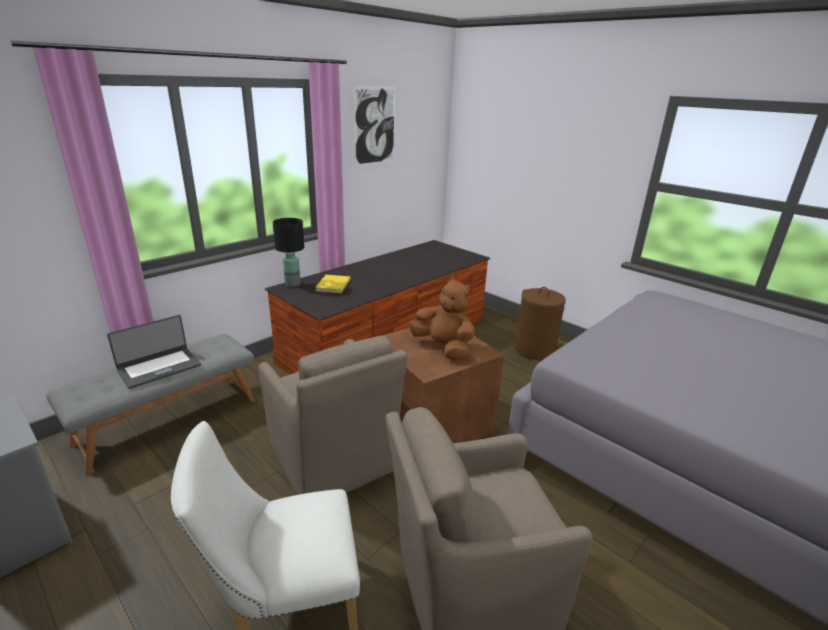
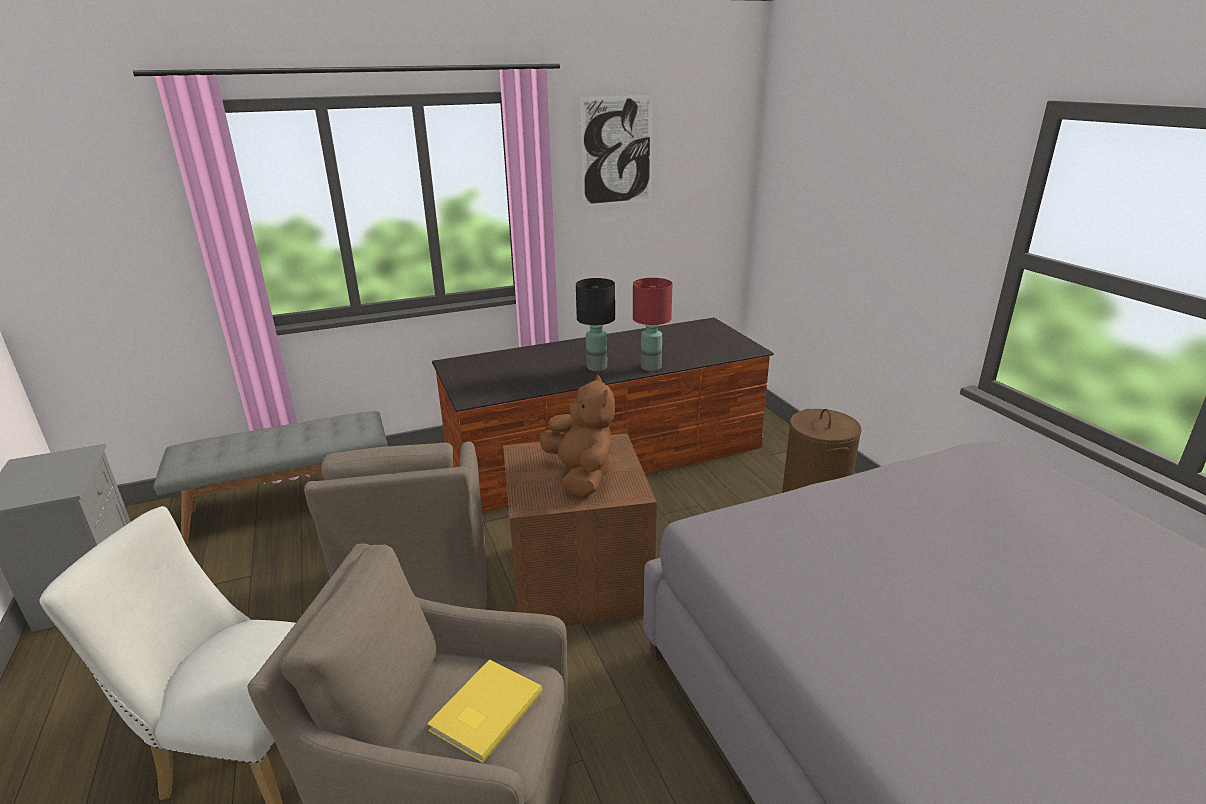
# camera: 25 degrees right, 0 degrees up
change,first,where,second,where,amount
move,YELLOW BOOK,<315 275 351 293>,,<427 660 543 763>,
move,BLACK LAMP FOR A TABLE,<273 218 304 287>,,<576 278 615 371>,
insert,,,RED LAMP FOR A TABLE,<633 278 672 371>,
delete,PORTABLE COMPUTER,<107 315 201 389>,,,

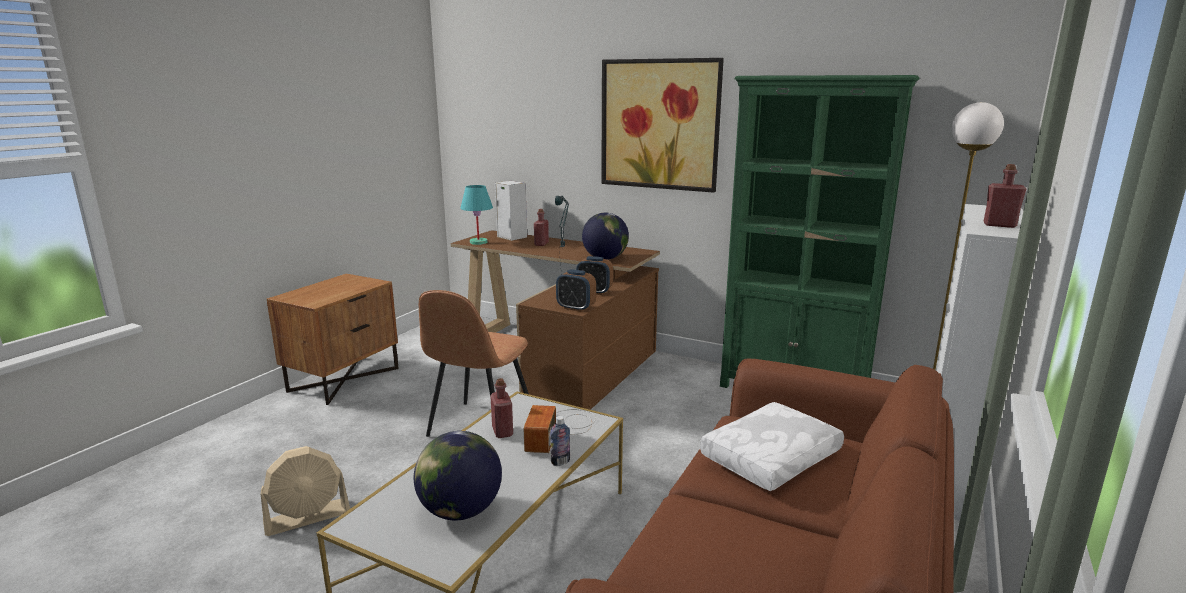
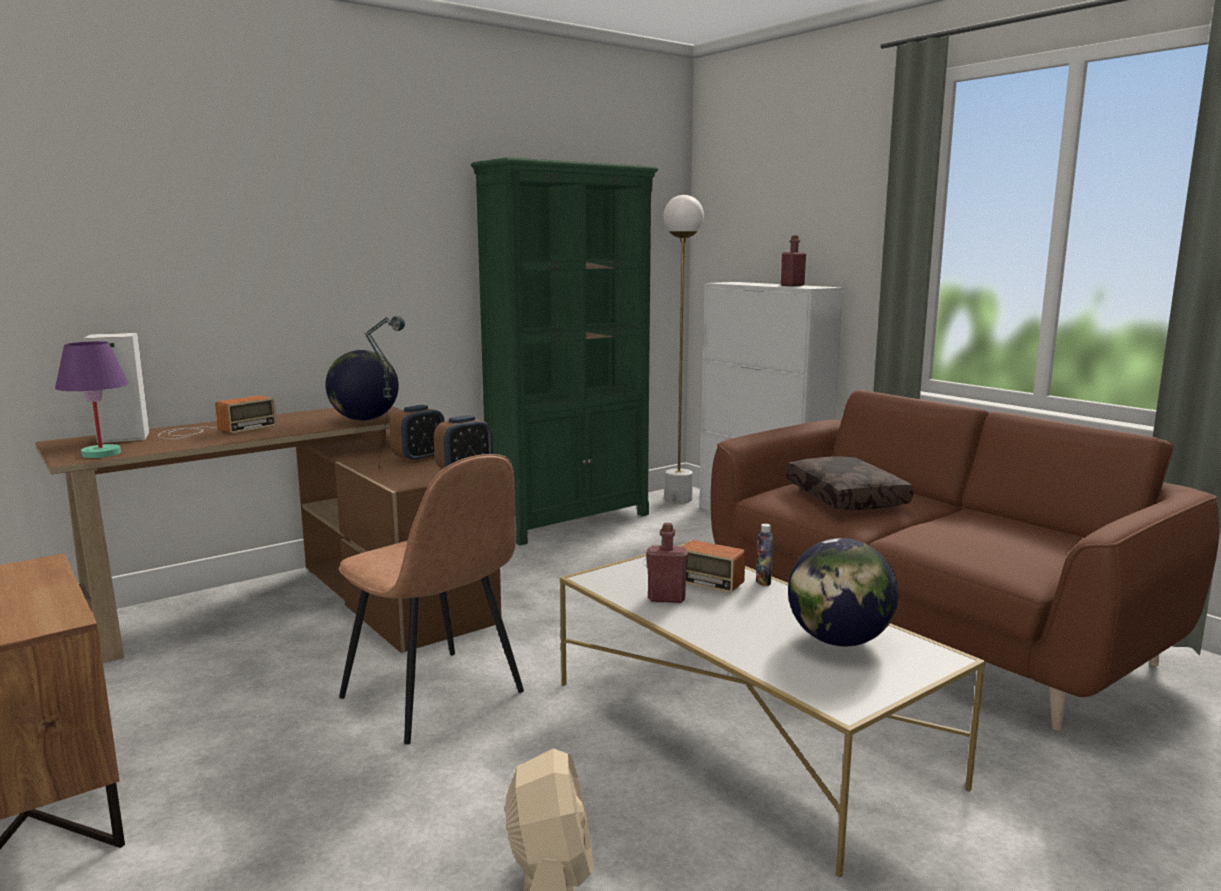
# camera: 65 degrees left, 5 degrees down
change,first,where,second,where,amount
recolor,TURQUOISE-COLOURED LAMP FOR A TABLE,<460 185 493 245>,PURPLE-COLOURED LAMP FOR A TABLE,<55 341 128 458>,
replace,RED BOTTLE,<534 209 549 246>,RADIO SET,<158 395 277 439>,
recolor,WHITE THROW PILLOW,<700 402 844 491>,BROWNISH THROW PILLOW,<786 456 913 510>,
delete,WALL PICTURE,<601 58 724 193>,,,

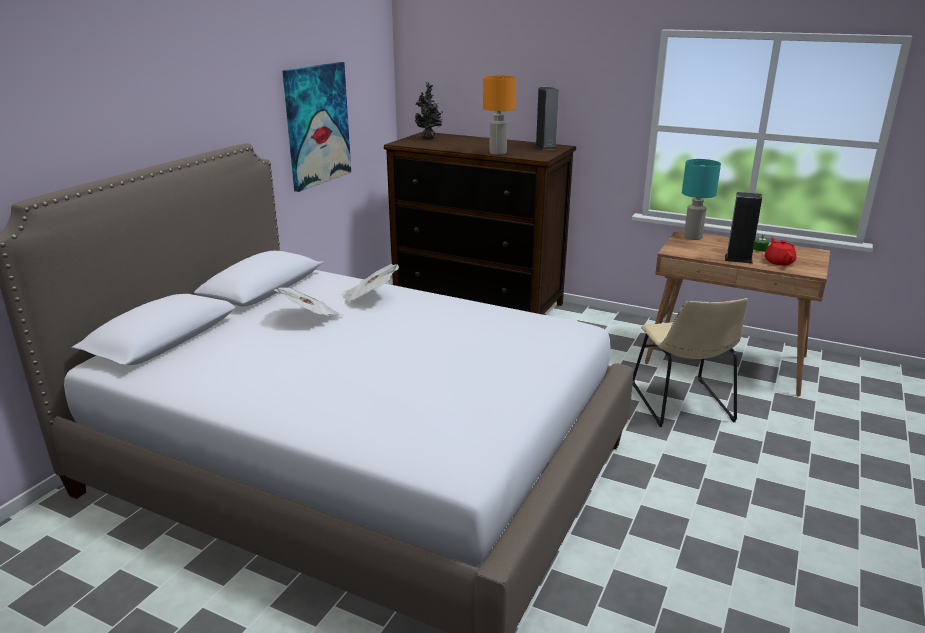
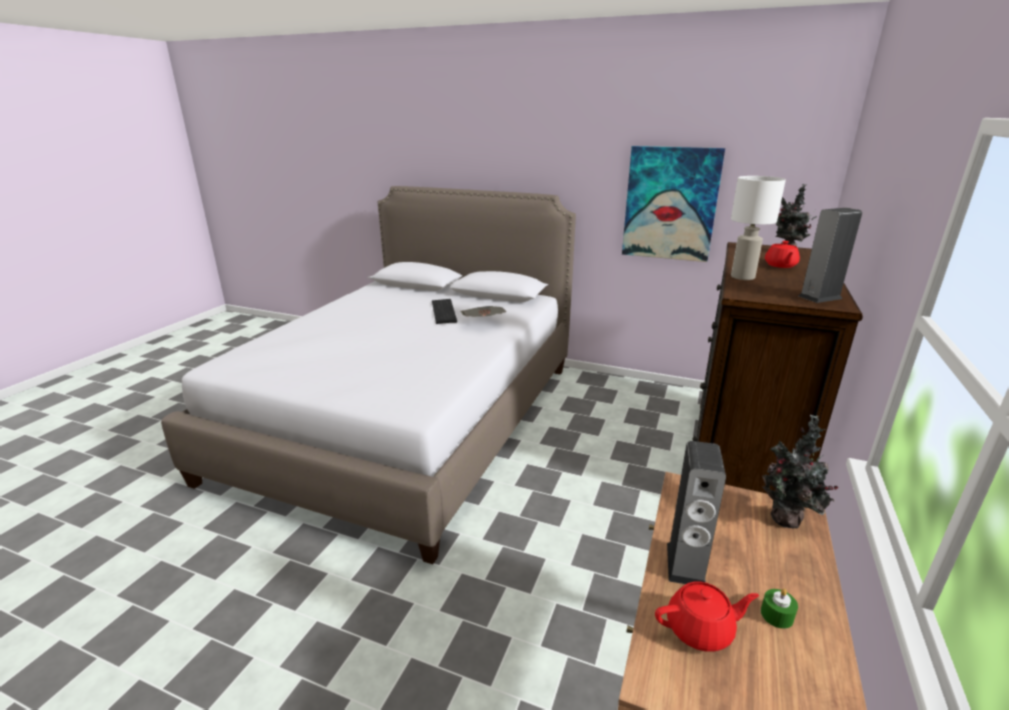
# camera: 85 degrees right, 0 degrees up
change,first,where,second,where,amount
replace,PRINTED PAPER,<274 288 343 316>,PC KEYBOARD,<432 299 457 324>,
recolor,ORANGE LAMP FOR A TABLE,<483 75 516 155>,WHITE LAMP FOR A TABLE,<731 176 786 280>,
replace,TURQUOISE-COLOURED LAMP FOR A TABLE,<682 159 721 240>,HOUSEPLANT,<762 415 838 528>,
insert,,,RED POT FOR TEA,<765 241 800 268>,
delete,BEIGE-COLOURED CHAIR,<633 298 748 427>,,,

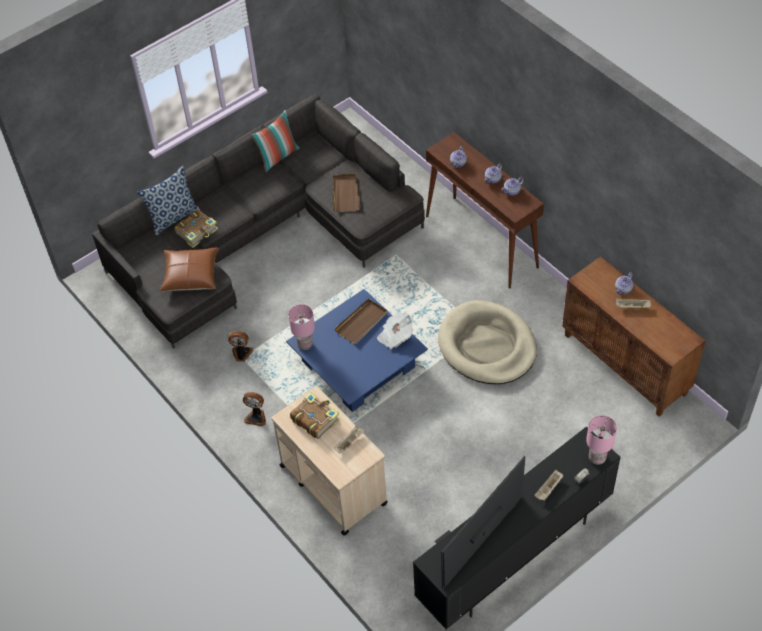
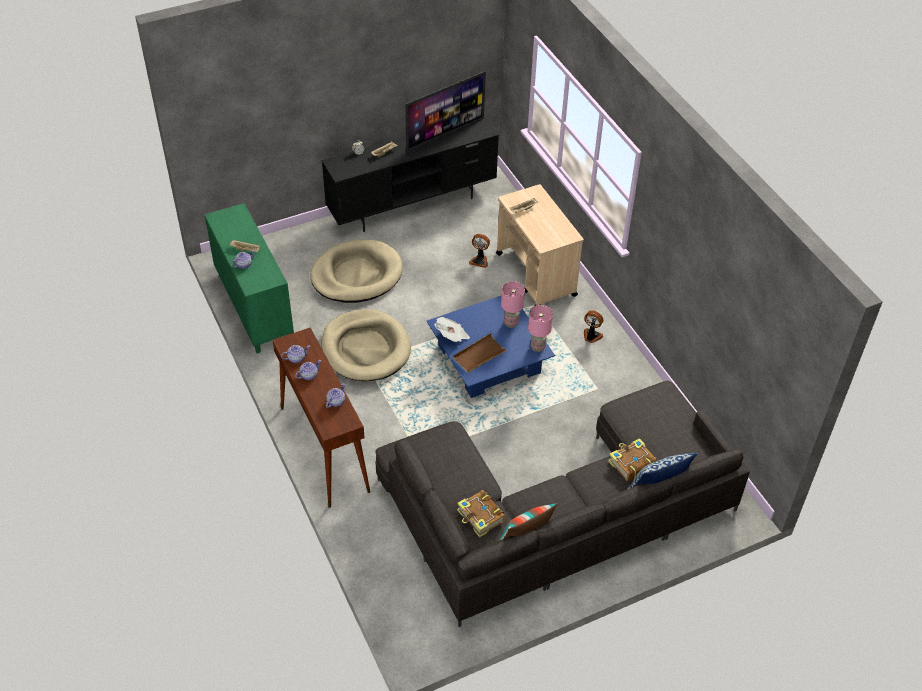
# camera: 170 degrees left, 5 degrees down
change,first,where,second,where,amount
recolor,BROWNISH STORAGE CABINET,<562 256 705 417>,GREENISH STORAGE CABINET,<204 203 294 353>,
insert,,,BEIGE-COLOURED DOG CUSHION,<310 239 403 303>,
move,BOOK,<290 392 340 439>,,<457 490 505 538>,
move,COOLING FAN,<228 331 254 362>,,<469 234 490 268>,
move,PINK LAMP FOR A TABLE,<586 415 617 465>,,<501 281 525 328>,
delete,BROWNISH THROW PILLOW,<160 248 218 291>,,,
delete,BROWNISH CARRYING TRAY,<333 173 361 212>,,,

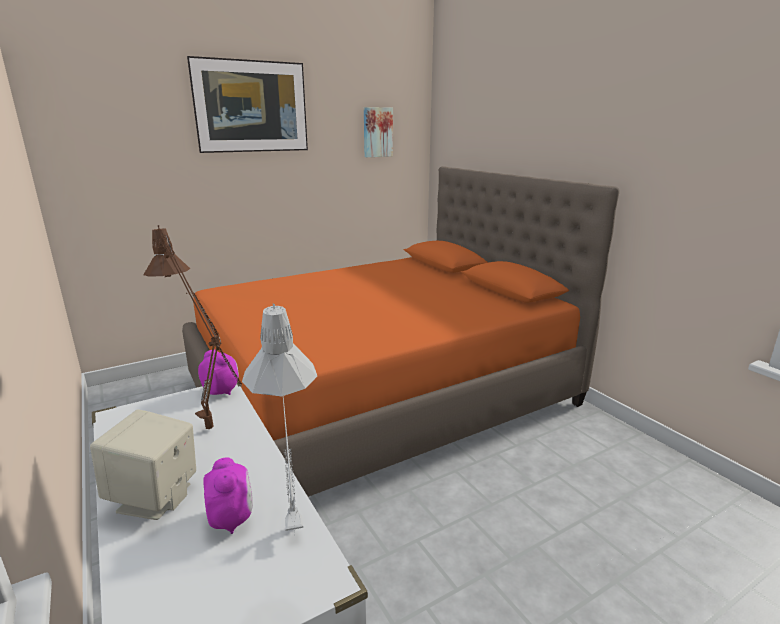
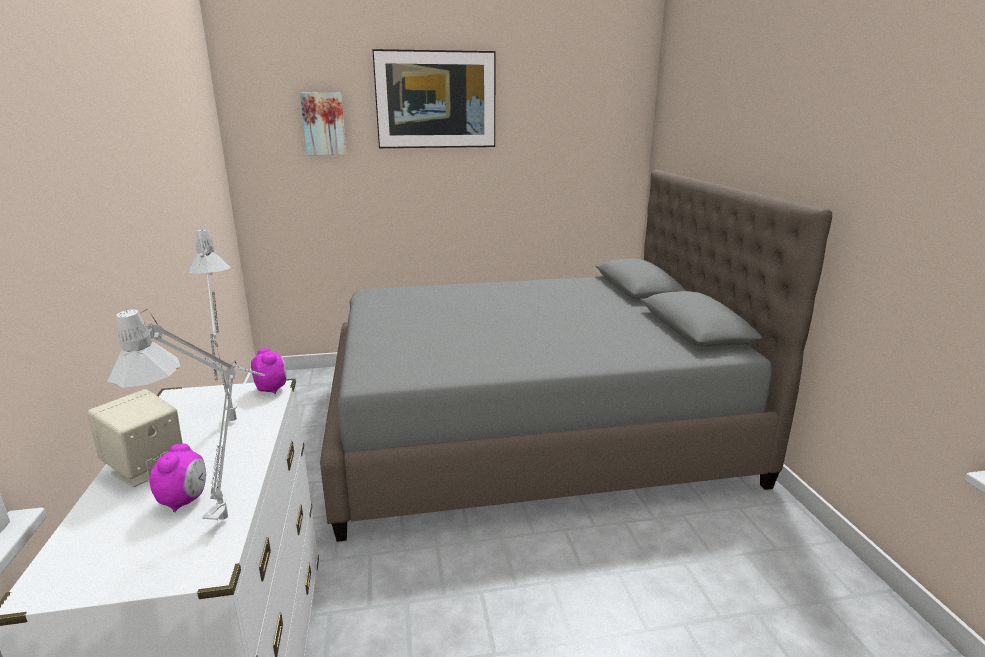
# camera: 20 degrees right, 0 degrees up
change,first,where,second,where,amount
recolor,BROWNISH LAMP FOR A TABLE,<143 225 242 429>,GREYISH LAMP FOR A TABLE,<188 227 237 421>,
move,WALL PICTURE,<364 107 393 157>,,<300 93 346 155>,
recolor,ORANGE BEDROOM BED,<182 166 620 497>,GREYISH BEDROOM BED,<320 170 832 542>,

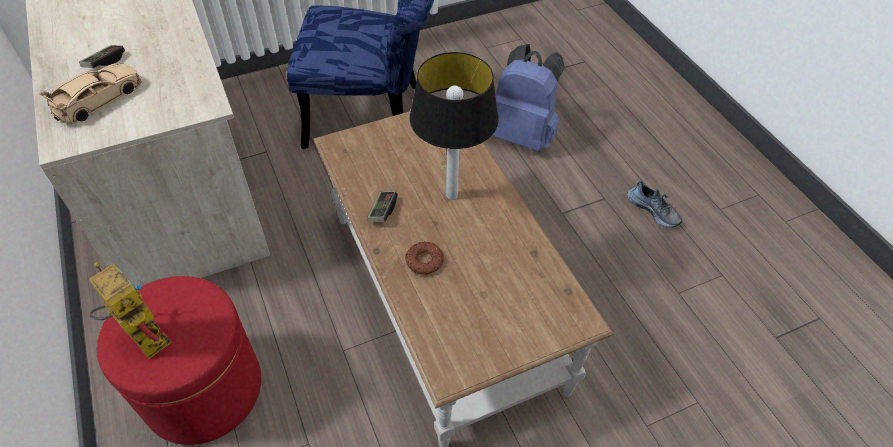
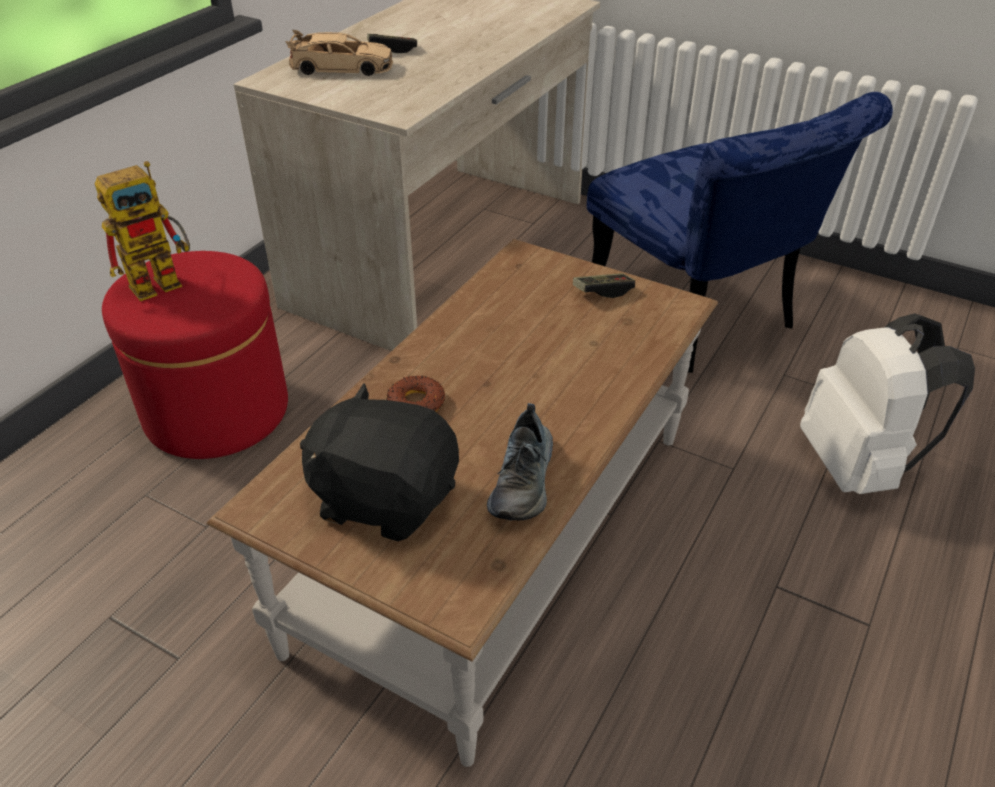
# camera: 55 degrees right, 10 degrees down
change,first,where,second,where,amount
rotate,MODEL ROBOT,<89 263 172 359>,,<95 161 190 301>,45 degrees clockwise
insert,,,BLACK PLUSH TOY,<300 383 459 541>,
move,ITEM OF FOOTWEAR,<627 181 682 228>,,<487 403 553 521>,
move,GAME CONTROLLER,<367 191 398 222>,,<573 273 635 298>,
recolor,BLUE-COLOURED KNAPSACK,<492 44 565 151>,WHITE KNAPSACK,<800 313 975 494>,
delete,LAMP FOR A TABLE,<410 52 499 200>,,,

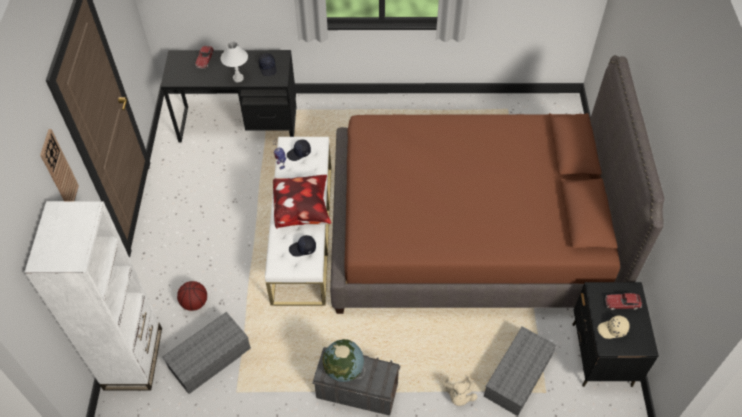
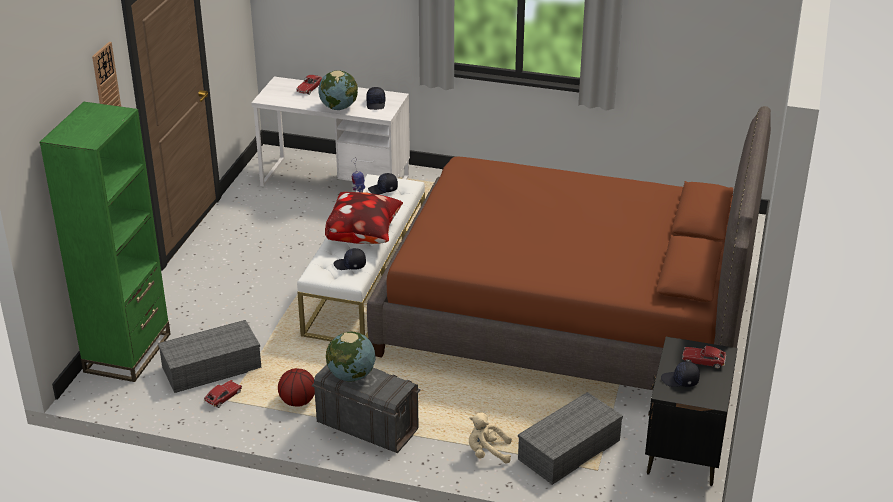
# camera: 15 degrees right, 20 degrees down
change,first,where,second,where,amount
recolor,WHITE BOOKCASE,<24 201 162 390>,GREENISH BOOKCASE,<39 102 170 382>,
insert,,,MINIATURE CAR,<204 380 242 408>,
recolor,BLACK DESK UNIT,<160 50 296 142>,WHITE DESK UNIT,<251 77 410 186>,
move,BASKETBALL BALL,<177 281 207 311>,,<278 368 315 407>,
replace,WHITE LAMP FOR A TABLE,<221 41 248 82>,WORLD GLOBE,<318 70 358 110>,
rotate,BEIGE-COLOURED PLUSH TOY,<443 375 477 406>,,<469 412 512 464>,75 degrees clockwise
recolor,BEIGE-COLOURED CAP,<597 315 630 339>,BLACK CAP,<661 361 700 387>,

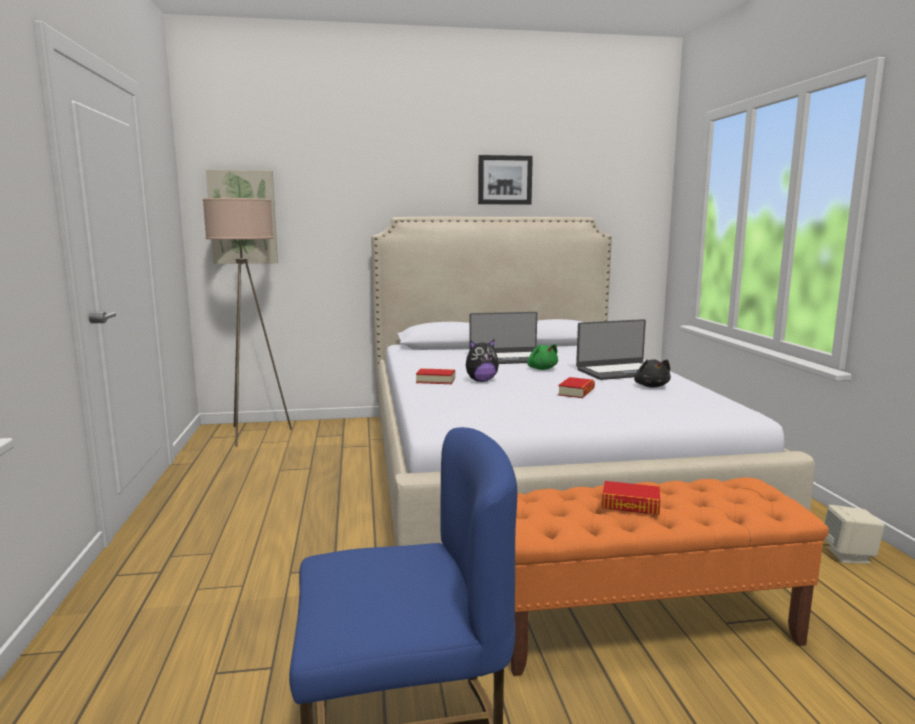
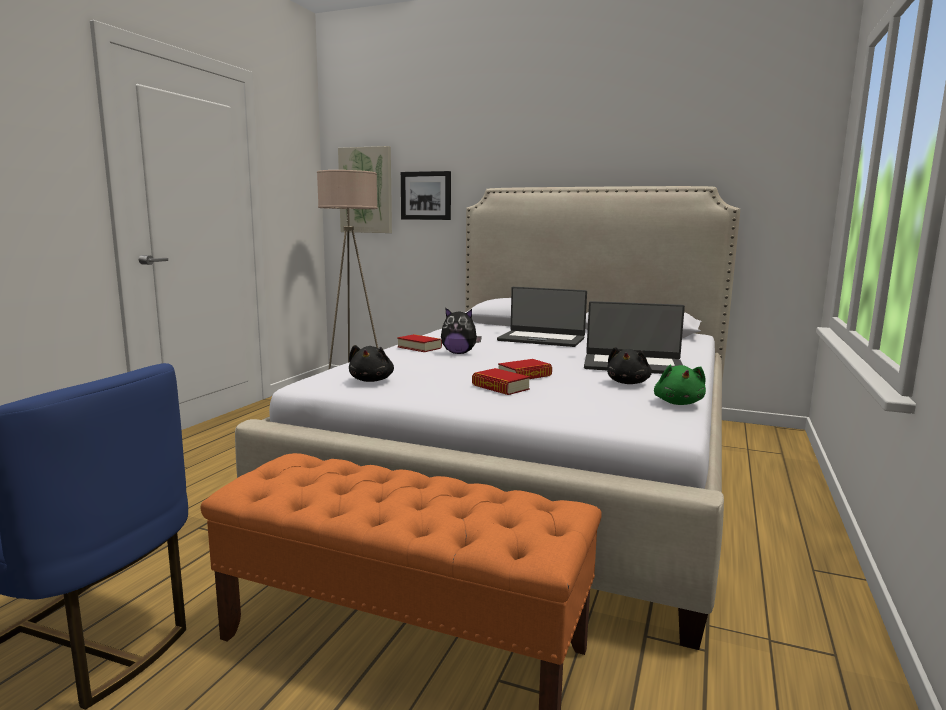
# camera: 30 degrees right, 0 degrees up
change,first,where,second,where,amount
insert,,,BLACK PLUSH TOY,<349 345 394 382>,
move,WALL PICTURE,<478 155 533 205>,,<401 171 451 220>,
move,BOOK,<602 481 660 515>,,<472 368 530 395>,
move,GREENISH PLUSH TOY,<527 344 558 370>,,<654 365 706 405>,
delete,BEIGE-COLOURED SPEAKER,<824 505 885 564>,,,

